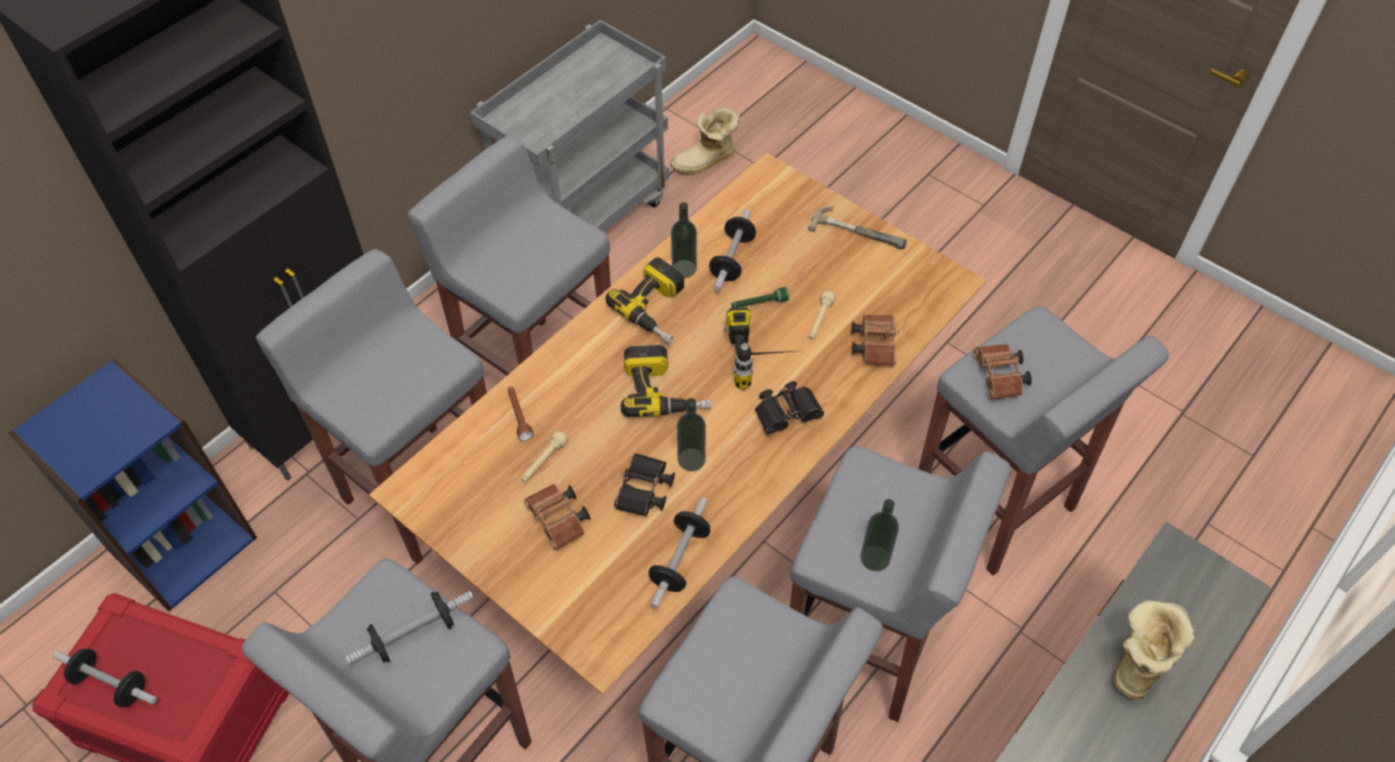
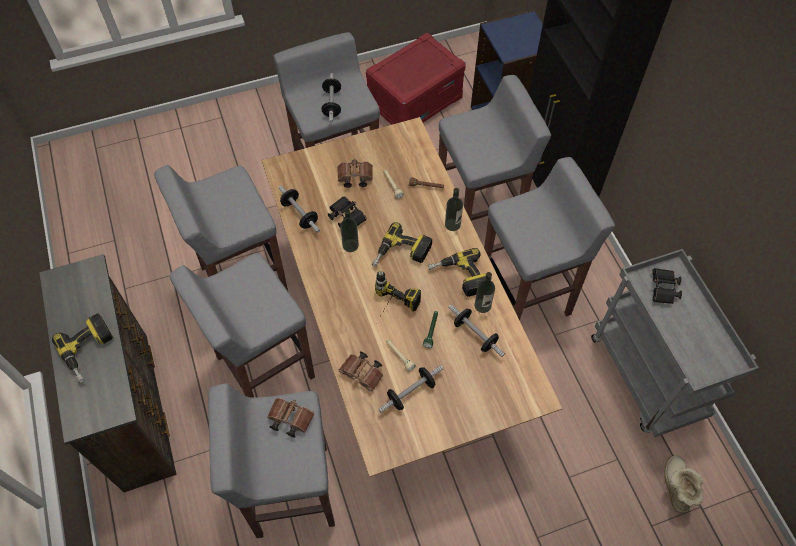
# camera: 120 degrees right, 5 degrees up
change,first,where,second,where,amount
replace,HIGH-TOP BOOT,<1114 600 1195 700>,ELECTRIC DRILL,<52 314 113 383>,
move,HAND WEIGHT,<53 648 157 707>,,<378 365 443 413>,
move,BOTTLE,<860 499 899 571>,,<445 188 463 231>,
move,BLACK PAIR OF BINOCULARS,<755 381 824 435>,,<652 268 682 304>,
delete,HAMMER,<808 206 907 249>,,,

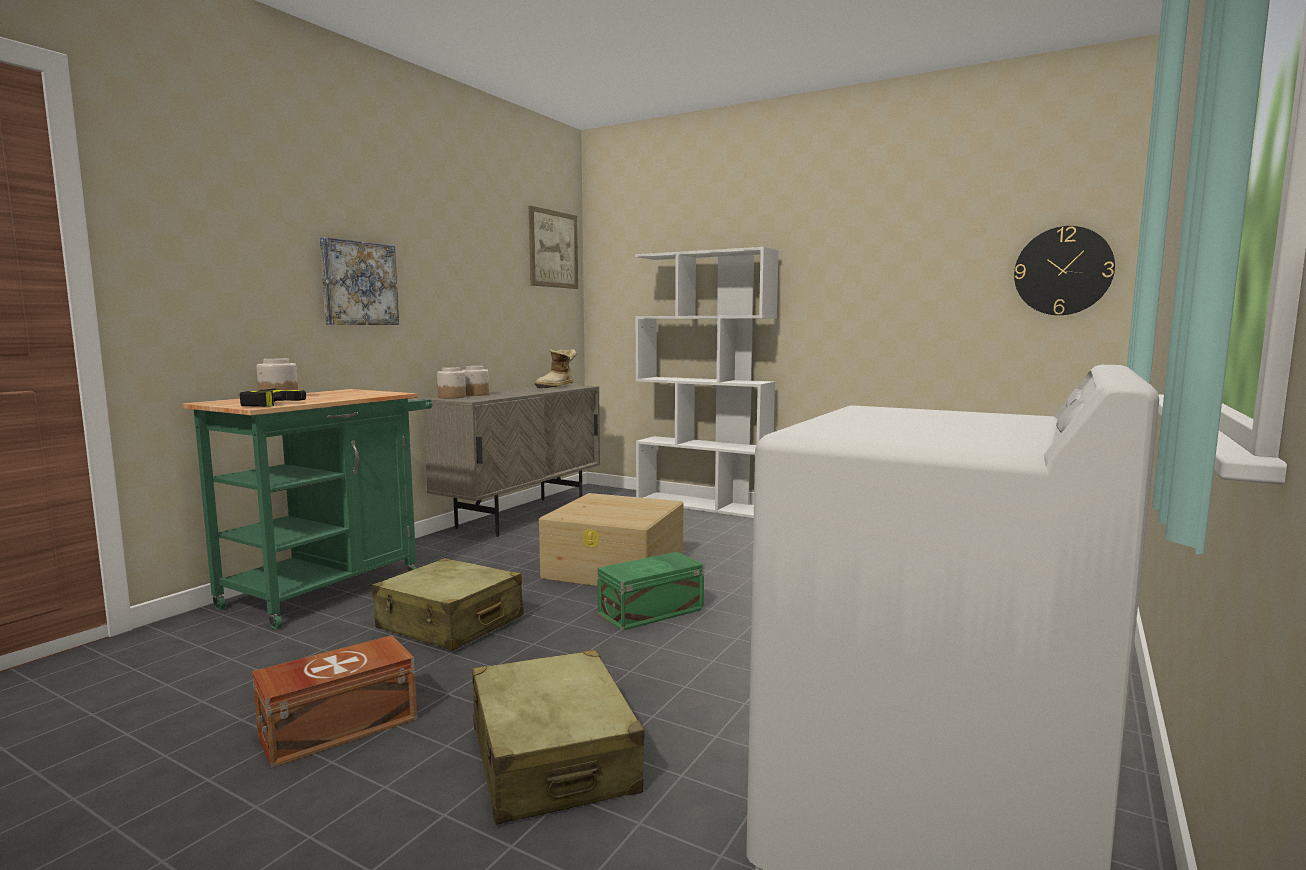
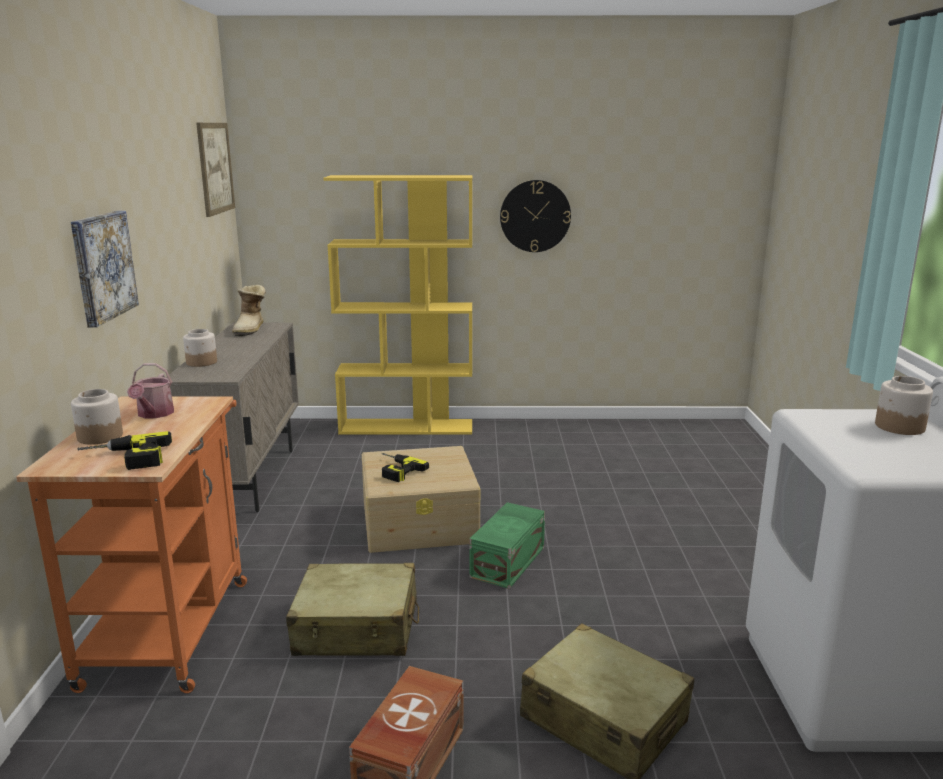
# camera: 30 degrees left, 10 degrees up
change,first,where,second,where,amount
recolor,GREENISH TROLLEY,<182 389 433 630>,ORANGE TROLLEY,<16 396 247 693>,
insert,,,SPRINKLING CAN,<127 363 174 418>,
recolor,WHITE BOOKCASE,<635 247 779 518>,YELLOW BOOKCASE,<324 175 472 435>,
insert,,,ELECTRIC DRILL,<381 453 429 482>,
move,CLOCK ON THE WALL,<1014 226 1115 315>,,<500 180 571 252>,
move,PRESERVE JAR,<437 367 466 399>,,<875 376 933 435>,

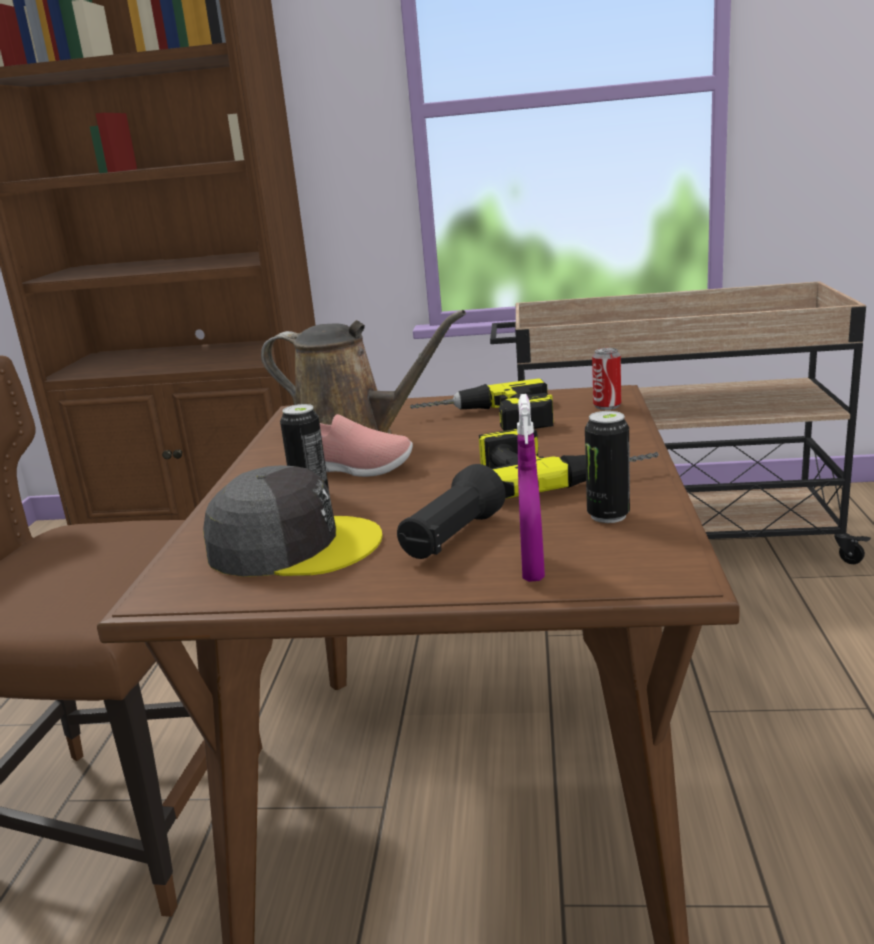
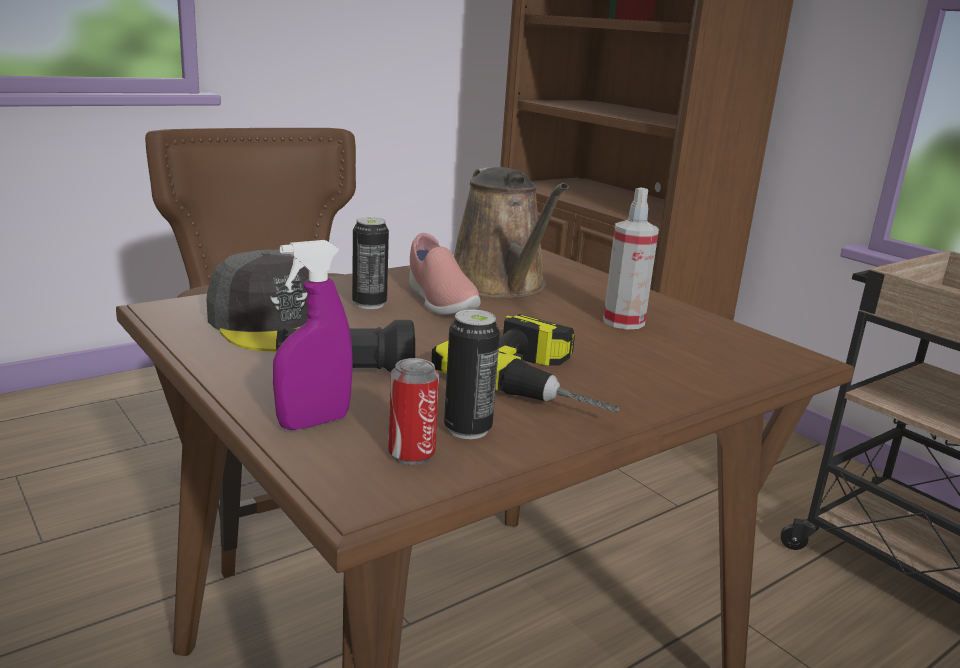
# camera: 45 degrees right, 0 degrees up
change,first,where,second,where,amount
move,CAN,<592 348 621 410>,,<388 358 439 465>,
replace,ELECTRIC DRILL,<410 378 554 431>,HAND SPRAYER,<603 188 659 329>,

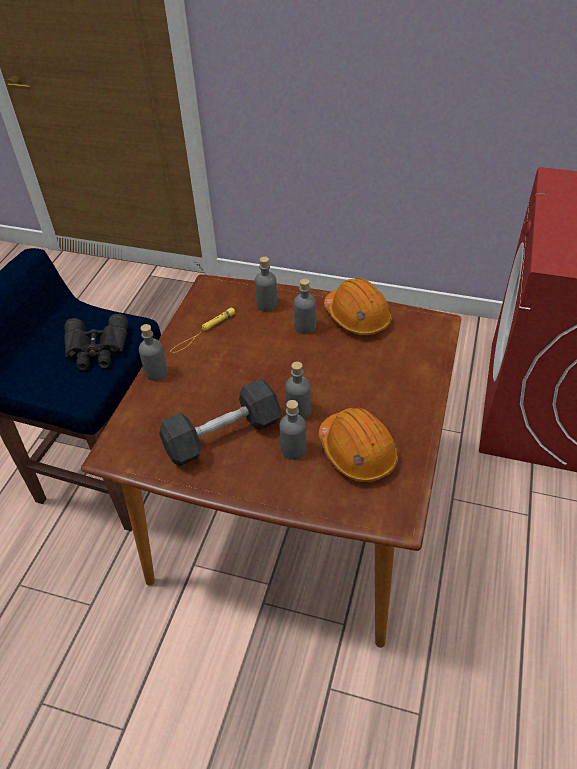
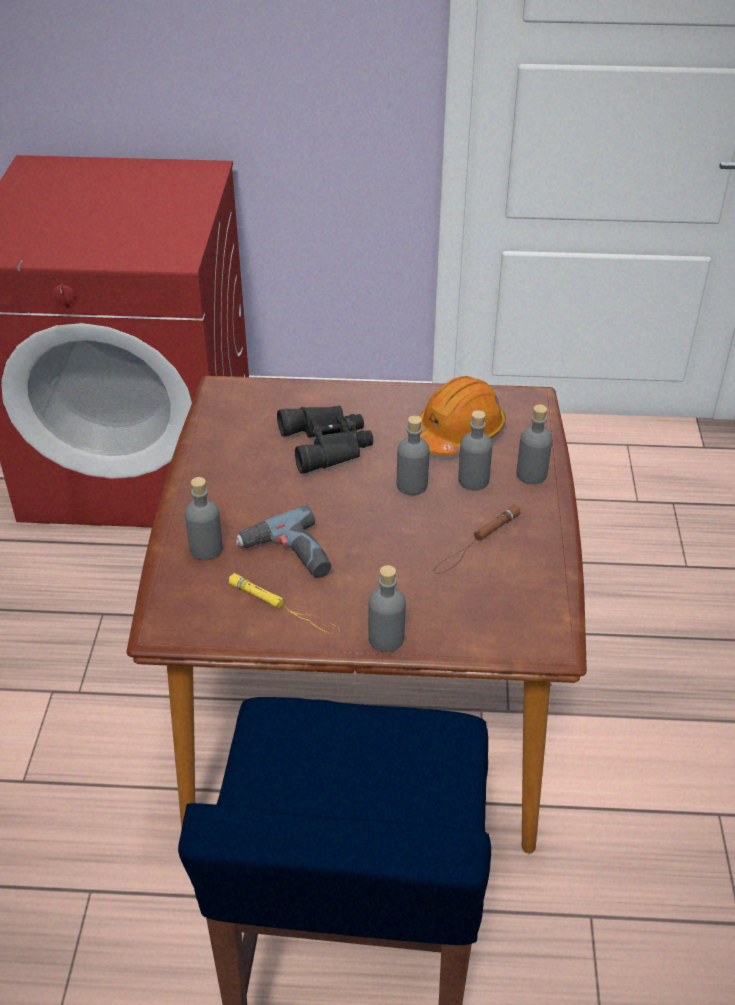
# camera: 105 degrees left, 5 degrees down
change,first,where,second,where,amount
insert,,,ELECTRIC DRILL,<235 505 331 578>,
move,BLACK PAIR OF BINOCULARS,<64 314 128 371>,,<277 405 373 473>,
replace,GREYISH HAND WEIGHT,<159 378 281 466>,BROWNISH TORCH,<433 505 521 574>,
move,GREYISH BOTTLE,<294 278 316 334>,,<516 404 552 484>,
delete,ORANGE SAFETY HELMET,<324 278 392 336>,,,

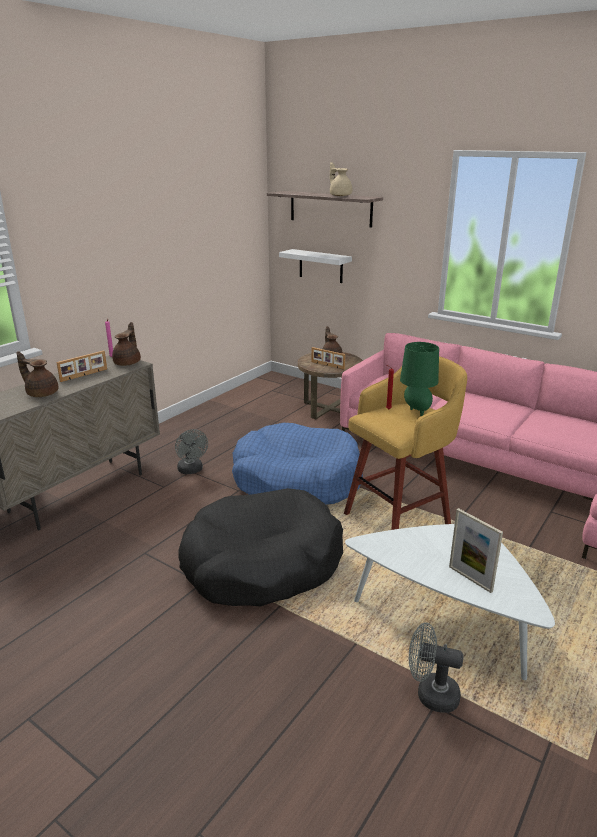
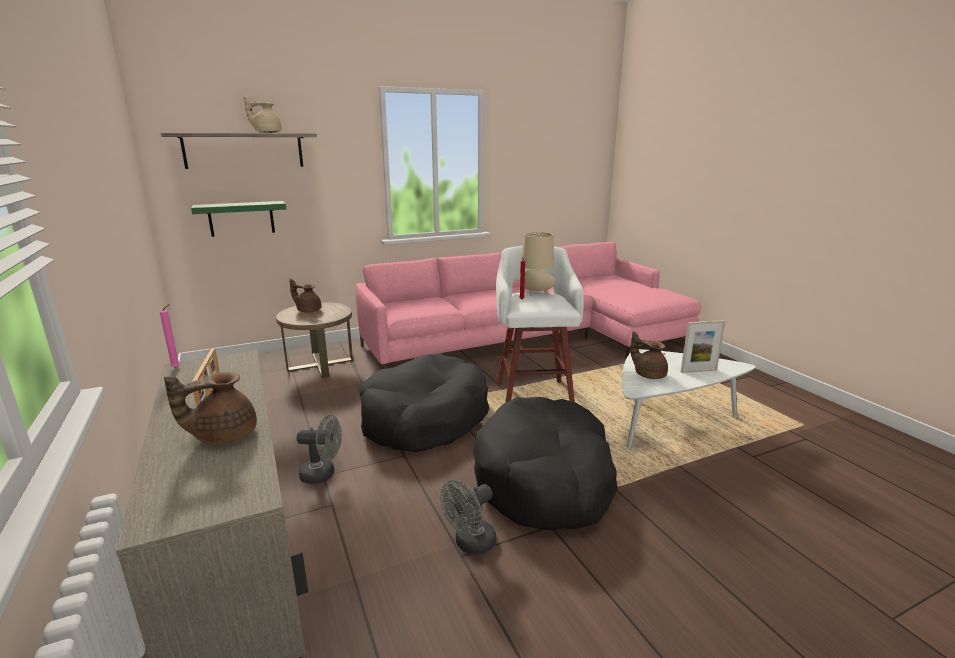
# camera: 60 degrees left, 5 degrees down
change,first,where,second,where,amount
recolor,WHITE BRACKET SHELF,<279 249 352 283>,GREENISH BRACKET SHELF,<191 201 286 237>,
recolor,BLUE-COLOURED DOG CUSHION,<232 423 363 505>,BLACK DOG CUSHION,<359 353 489 452>,
move,GREYISH COOLING FAN,<409 622 464 713>,,<440 480 497 555>,
recolor,YELLOW STOOL SEAT,<344 356 467 530>,WHITE STOOL SEAT,<496 246 584 403>,
recolor,GREENISH LAMP FOR A TABLE,<400 342 439 416>,BEIGE-COLOURED LAMP FOR A TABLE,<521 232 555 295>,
move,BROWNISH POT FOR TEA,<112 322 141 366>,,<630 331 668 379>,
delete,PHOTO FRAME,<311 347 345 369>,,,

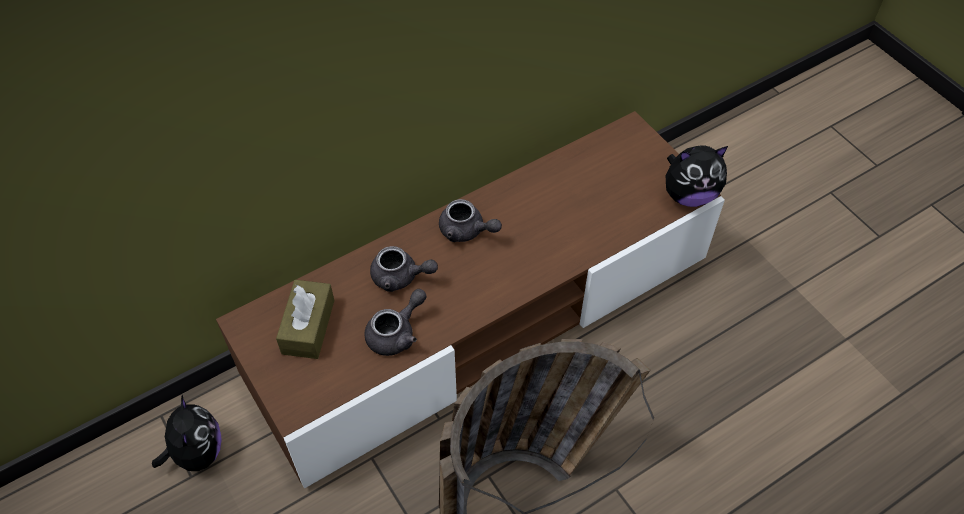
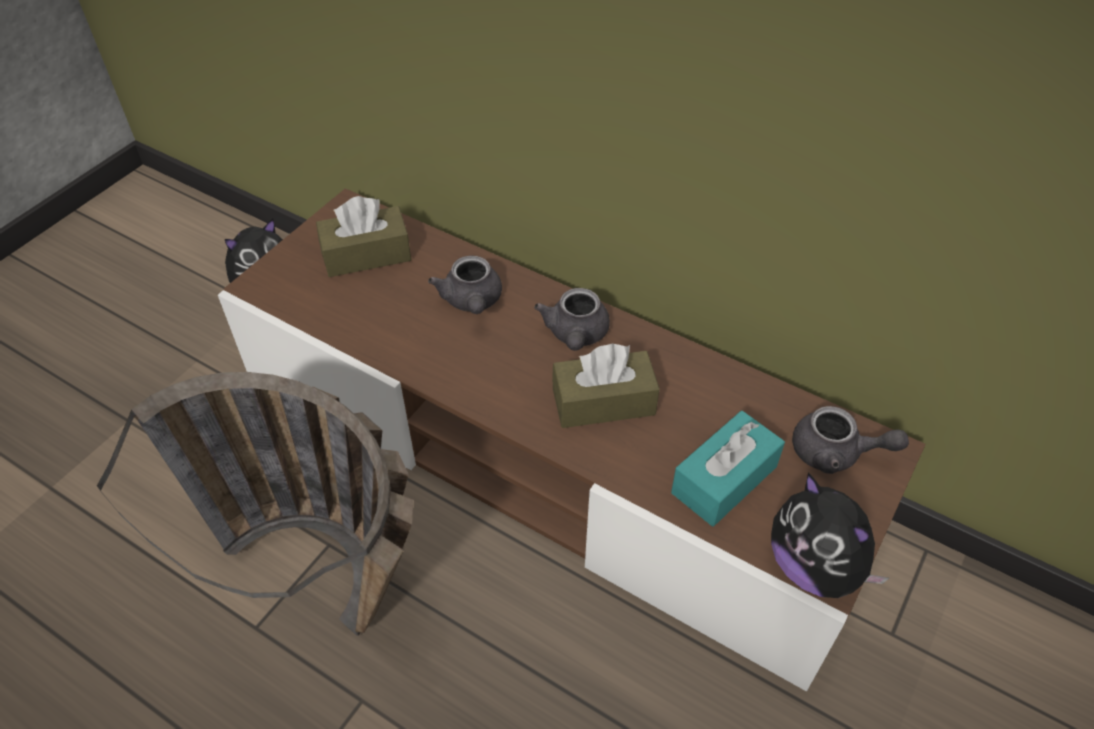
# camera: 65 degrees right, 5 degrees down
change,first,where,second,where,amount
insert,,,BROWNISH BOX OF TISSUES,<552 344 660 428>,
insert,,,TURQUOISE-COLOURED BOX OF TISSUES,<671 411 785 526>,
move,GREYISH POT FOR TEA,<364 289 426 356>,,<792 406 909 474>,

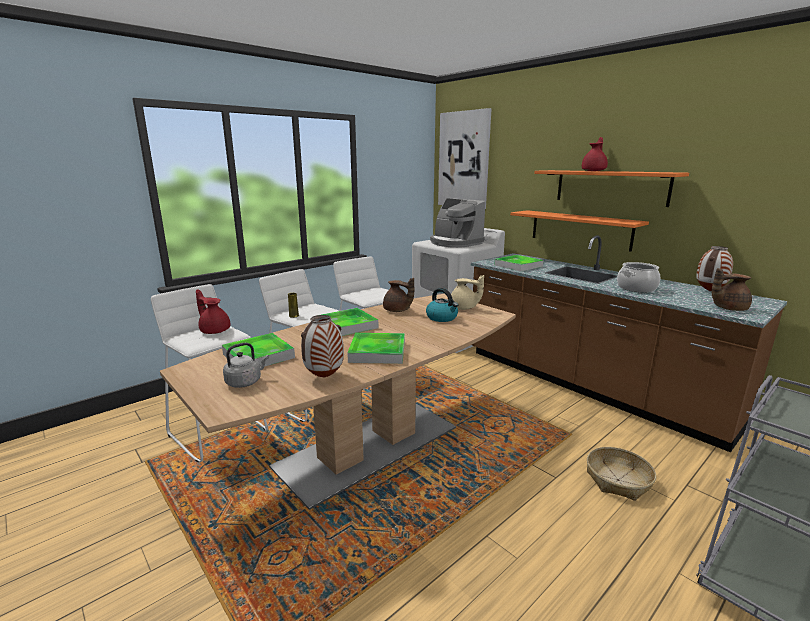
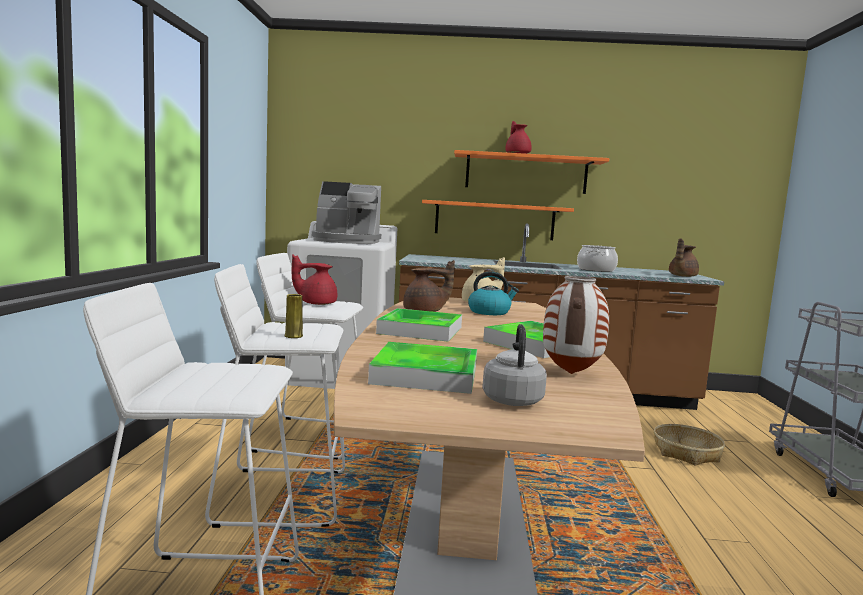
# camera: 45 degrees left, 10 degrees down
change,first,where,second,where,amount
move,RED POT FOR TEA,<196 290 230 334>,,<292 254 337 305>,
delete,WALL PICTURE,<438 108 492 209>,,,
delete,CARRYING TRAY,<495 255 543 271>,,,
delete,FLOWER VASE,<696 246 733 291>,,,

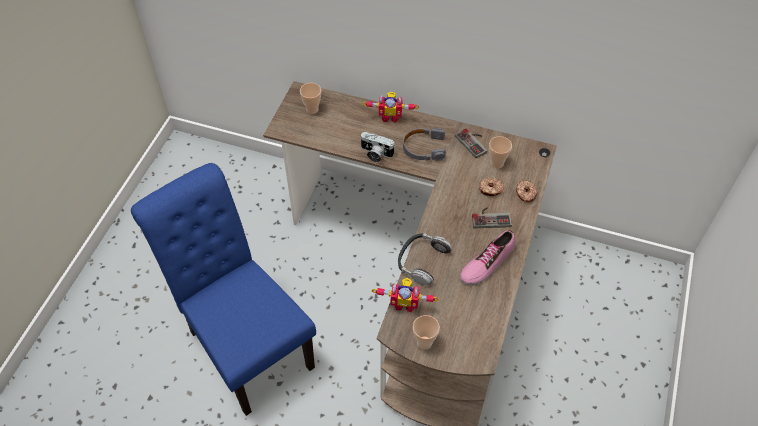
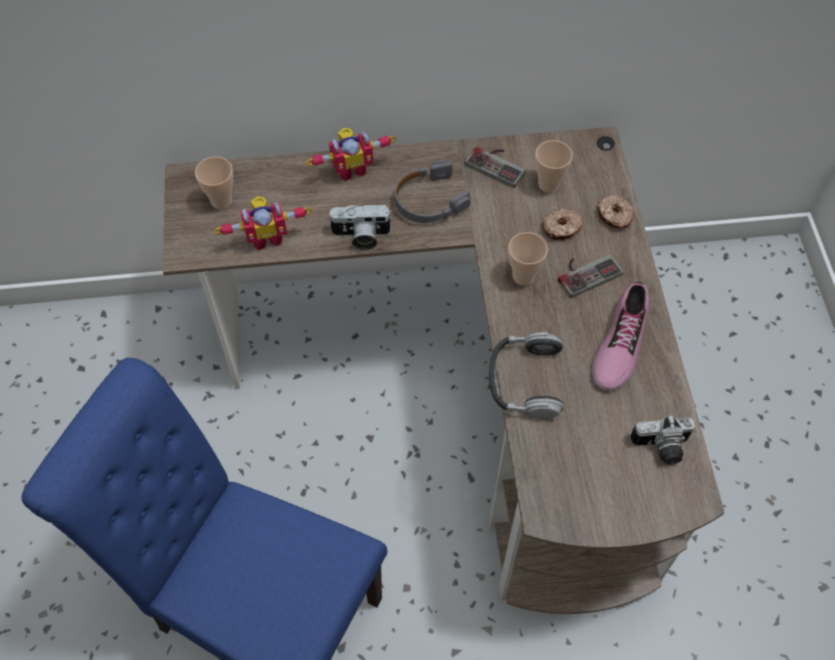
# camera: 25 degrees left, 5 degrees up
change,first,where,second,where,amount
move,MODEL ROBOT,<372 278 439 312>,,<214 196 312 250>,
move,CUP,<413 315 440 350>,,<508 232 548 286>,
insert,,,PHOTO CAMERA,<630 415 695 465>,

